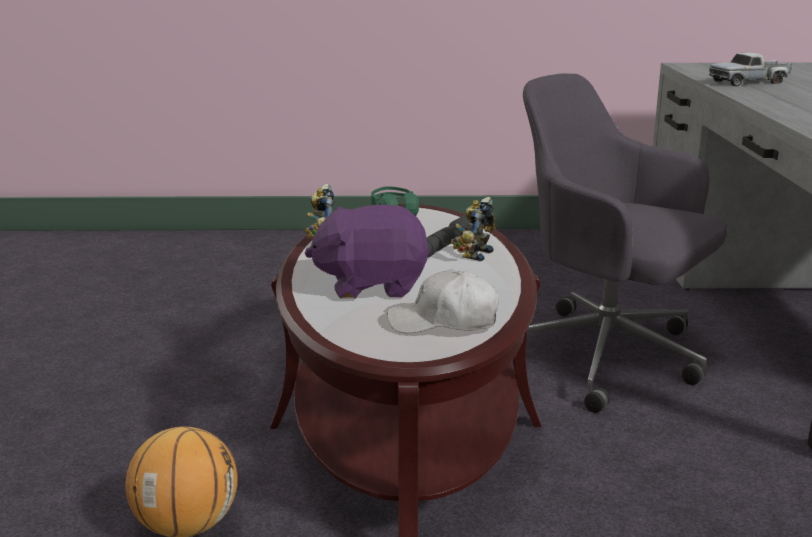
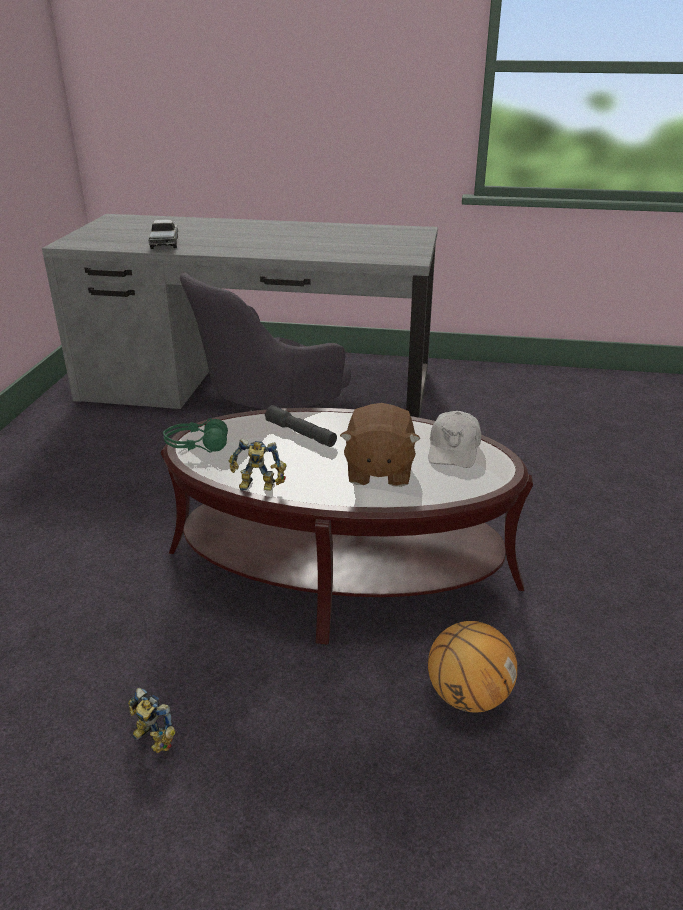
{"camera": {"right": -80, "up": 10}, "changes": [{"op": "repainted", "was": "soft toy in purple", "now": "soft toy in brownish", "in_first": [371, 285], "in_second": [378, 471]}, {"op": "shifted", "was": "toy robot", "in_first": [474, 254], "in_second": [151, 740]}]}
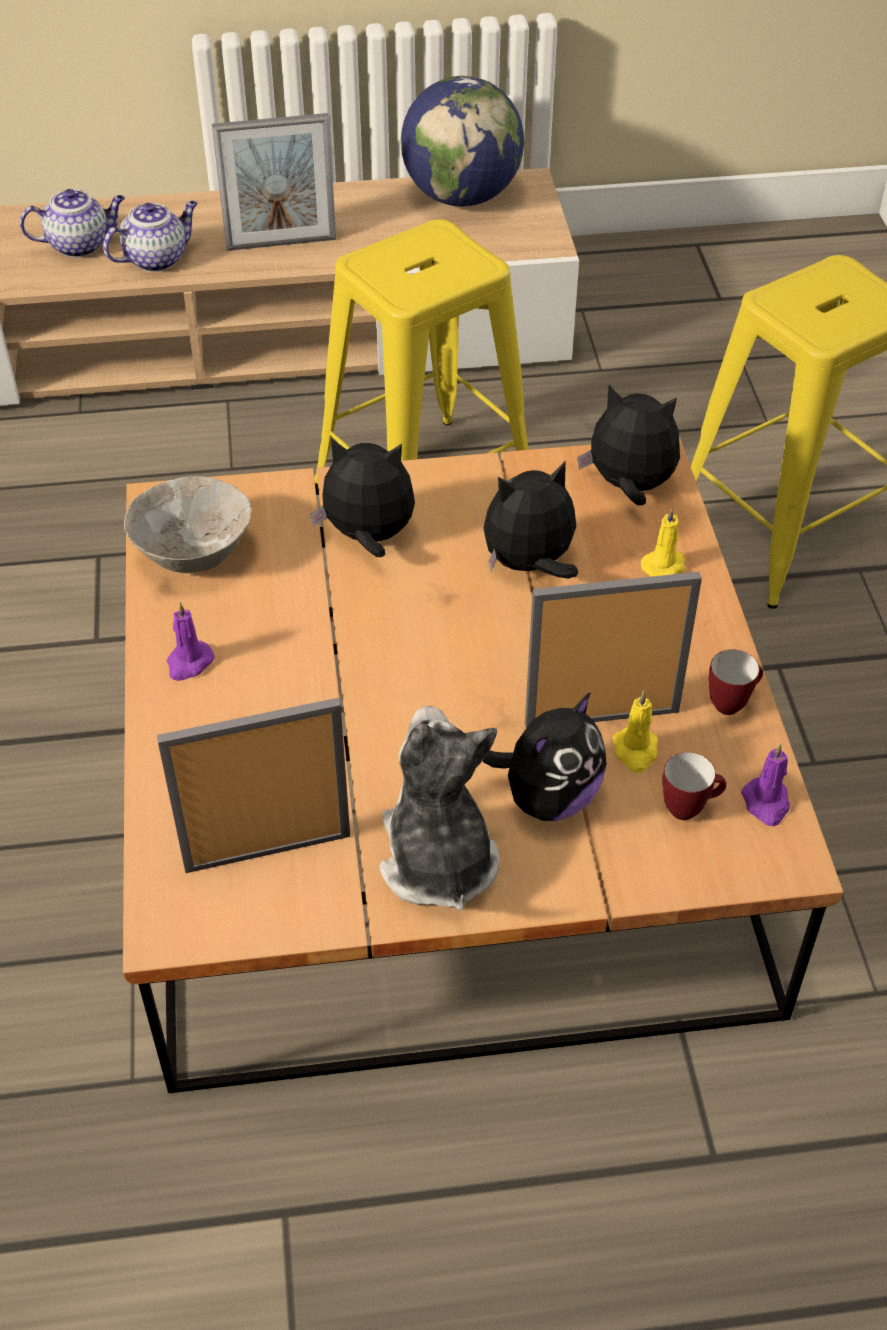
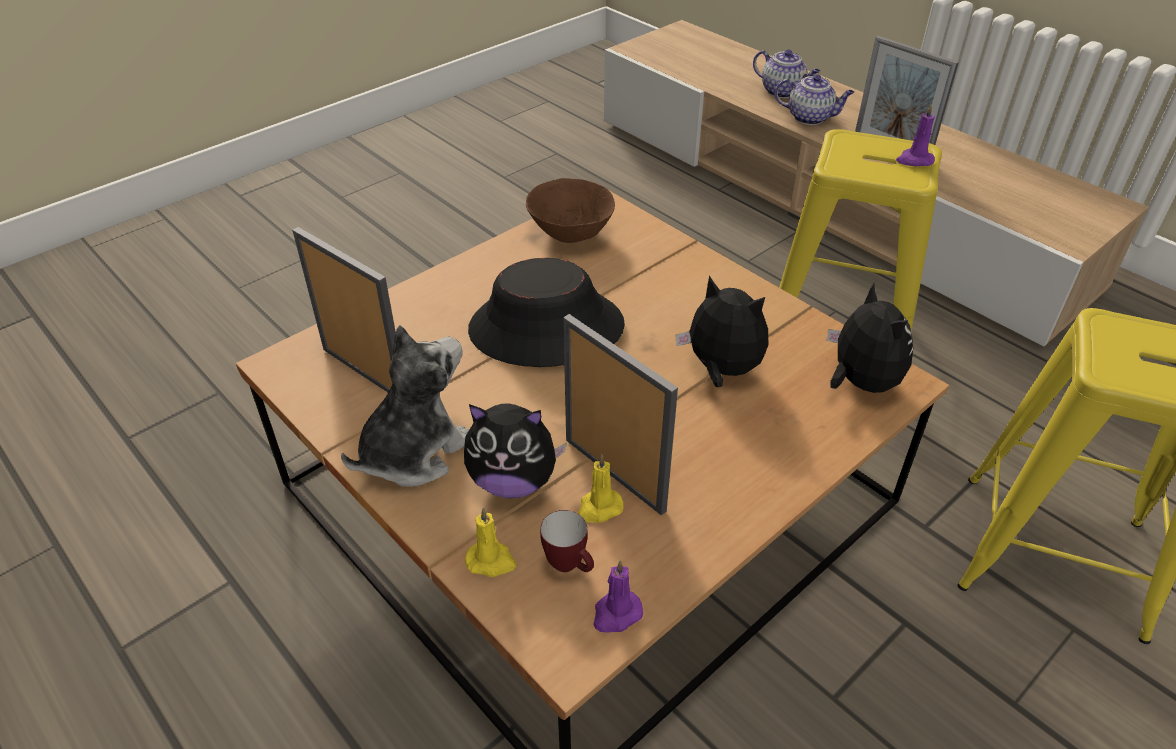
{"camera": {"right": 55, "up": -5}, "changes": [{"op": "repainted", "was": "serving bowl in gray", "now": "serving bowl in brownish", "in_first": [192, 555], "in_second": [570, 233]}, {"op": "shifted", "was": "wax light in purple", "in_first": [189, 663], "in_second": [914, 160]}, {"op": "gone", "was": "soft toy", "in_first": [368, 537]}, {"op": "gone", "was": "globe", "in_first": [461, 197]}, {"op": "shifted", "was": "wax light in yellowish", "in_first": [664, 566], "in_second": [491, 561]}, {"op": "gone", "was": "mug", "in_first": [732, 702]}, {"op": "new", "now": "hat in black-coloured", "in_second": [546, 329]}]}
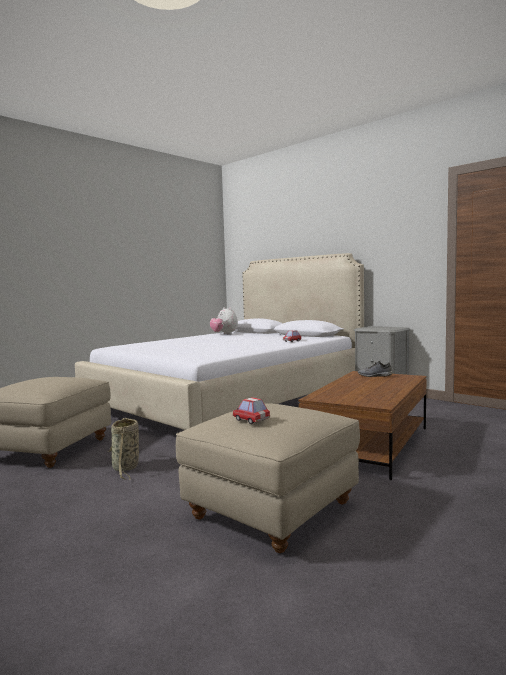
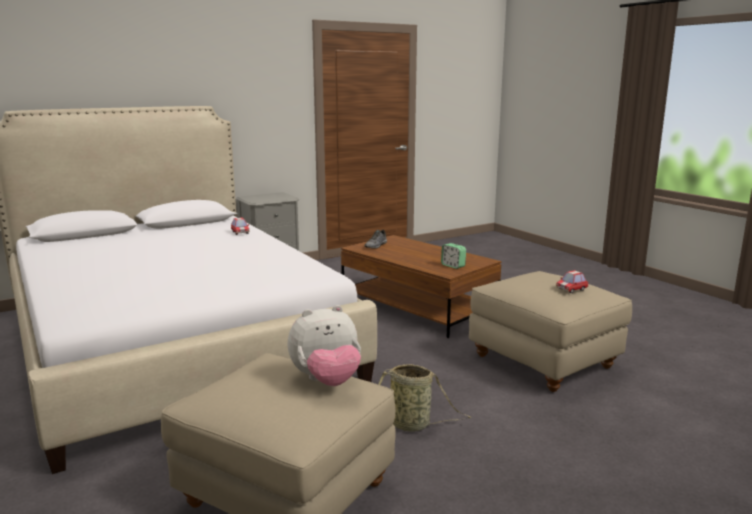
{"camera": {"right": -75, "up": 10}, "changes": [{"op": "shifted", "was": "soft toy", "in_first": [224, 334], "in_second": [326, 381]}, {"op": "new", "now": "alarm clock", "in_second": [453, 266]}]}
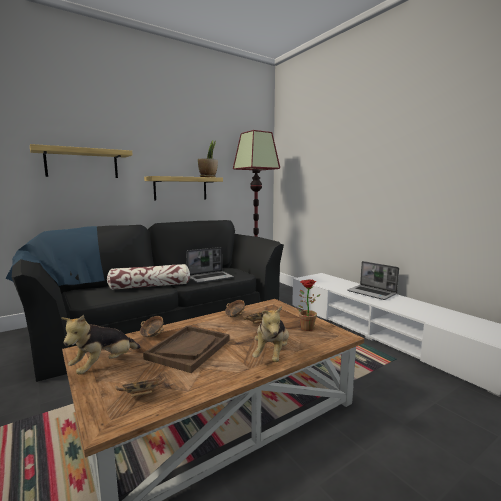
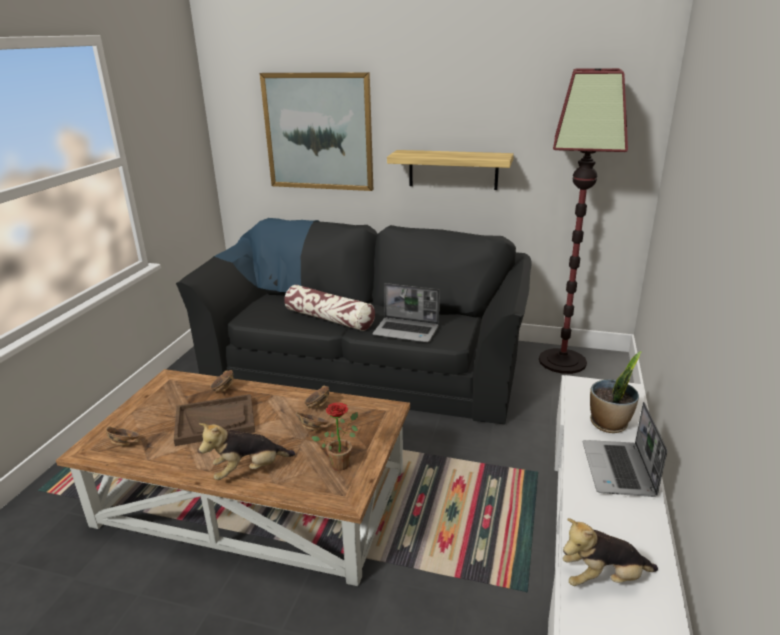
{"camera": {"right": 50, "up": 15}, "changes": [{"op": "swapped", "was": "shelf", "now": "picture", "in_first": [82, 163], "in_second": [318, 132]}, {"op": "shifted", "was": "soft toy", "in_first": [104, 365], "in_second": [603, 578]}, {"op": "shifted", "was": "plant in a pot", "in_first": [208, 177], "in_second": [609, 424]}]}
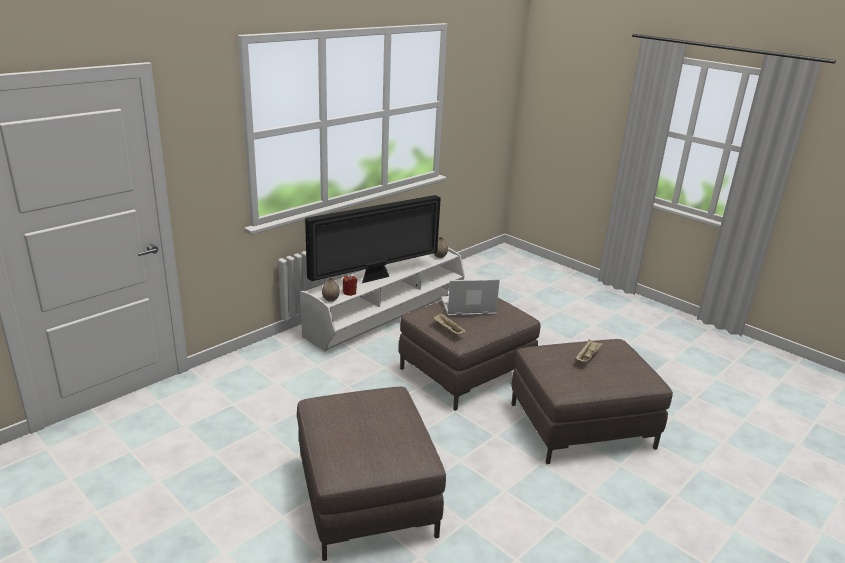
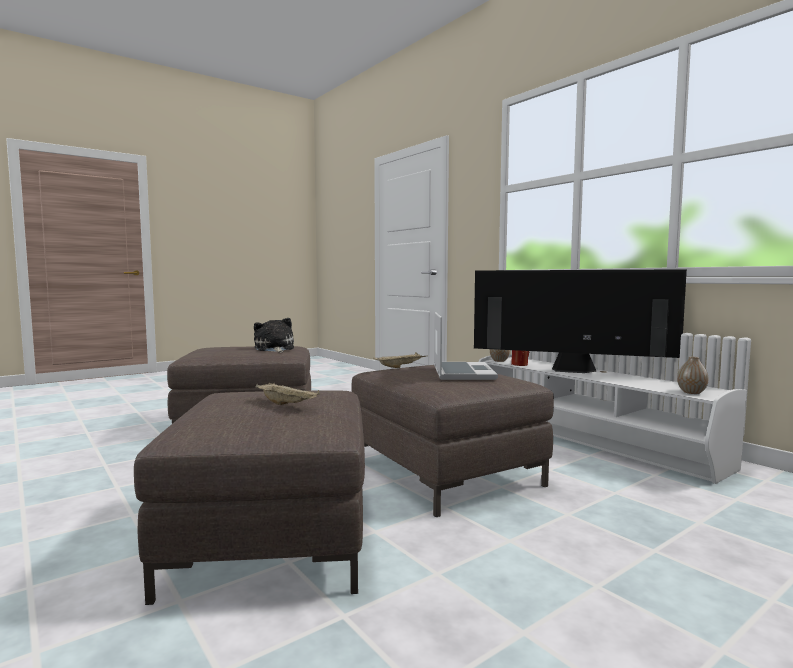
{"camera": {"right": 100, "up": -20}, "changes": [{"op": "rotated", "was": "TV", "in_first": [375, 277], "in_second": [570, 370], "clockwise": 135}, {"op": "new", "now": "soft toy", "in_second": [274, 349]}]}
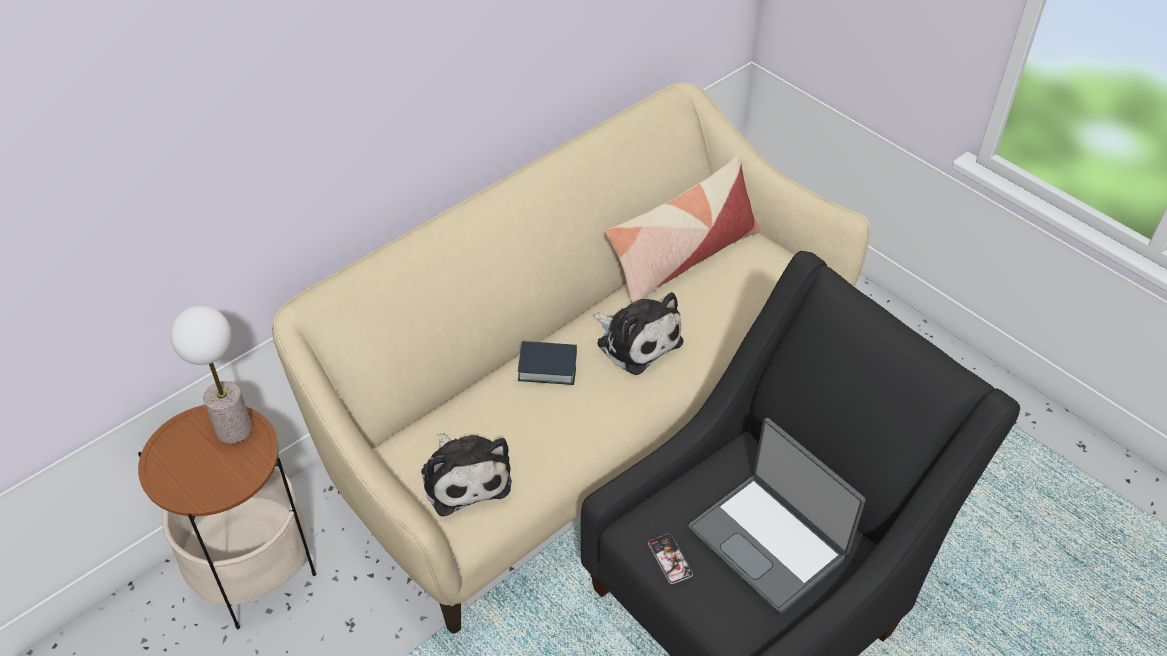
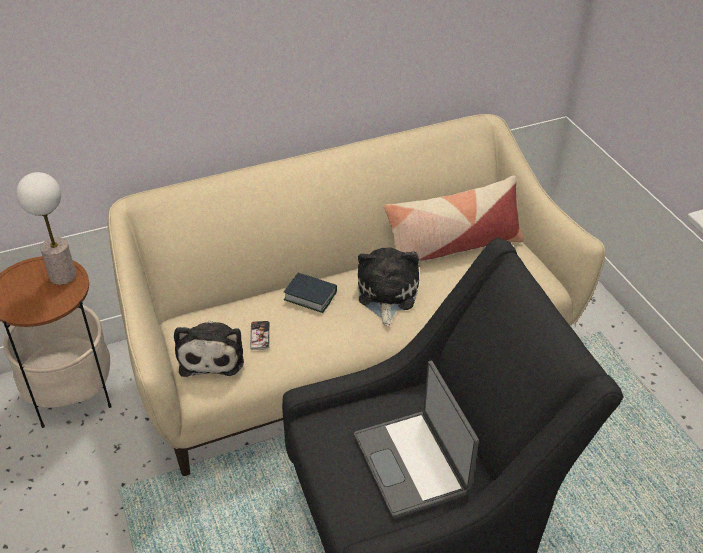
{"camera": {"right": 20, "up": -5}, "changes": [{"op": "rotated", "was": "soft toy", "in_first": [636, 340], "in_second": [386, 294], "clockwise": -150}, {"op": "shifted", "was": "phone", "in_first": [670, 559], "in_second": [260, 335]}]}
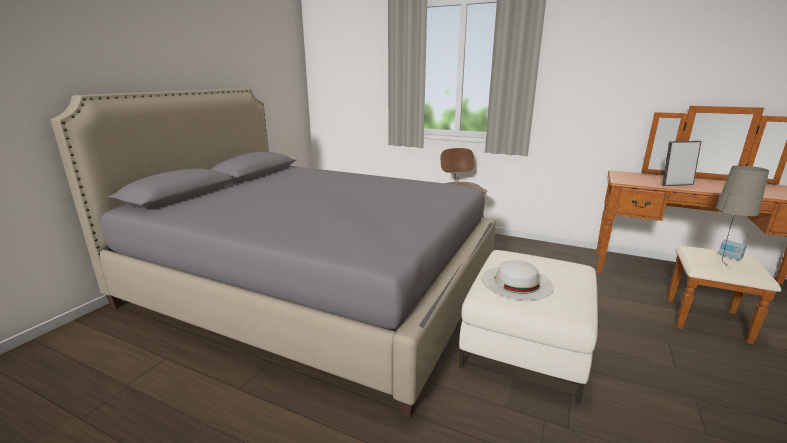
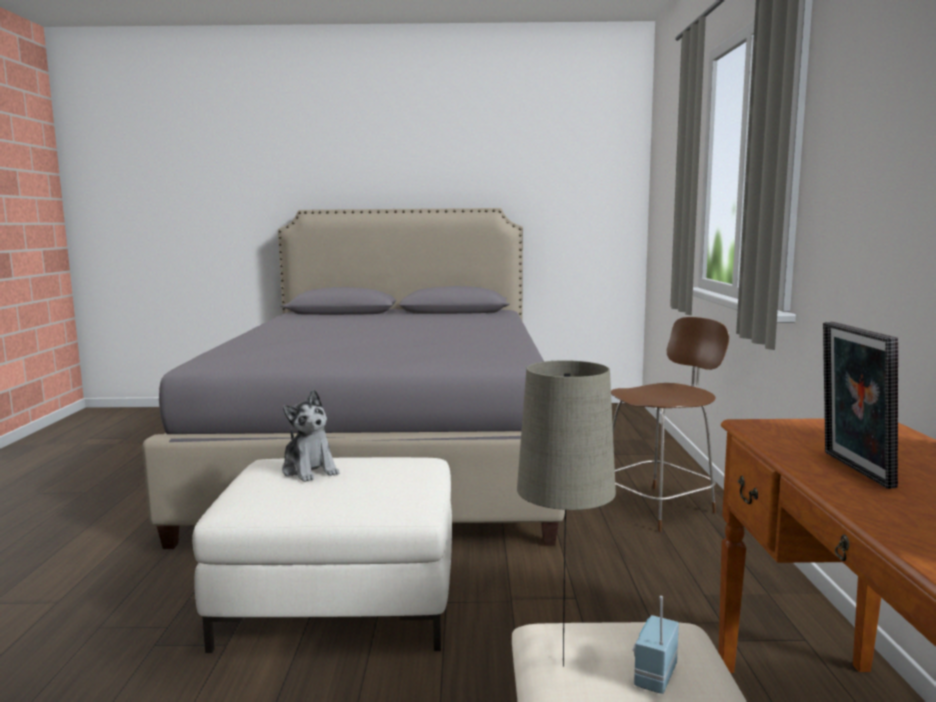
{"camera": {"right": 65, "up": -10}, "changes": [{"op": "swapped", "was": "hat in white-coloured", "now": "soft toy", "in_first": [516, 282], "in_second": [310, 470]}, {"op": "rotated", "was": "photo frame", "in_first": [676, 184], "in_second": [851, 469], "clockwise": -150}]}
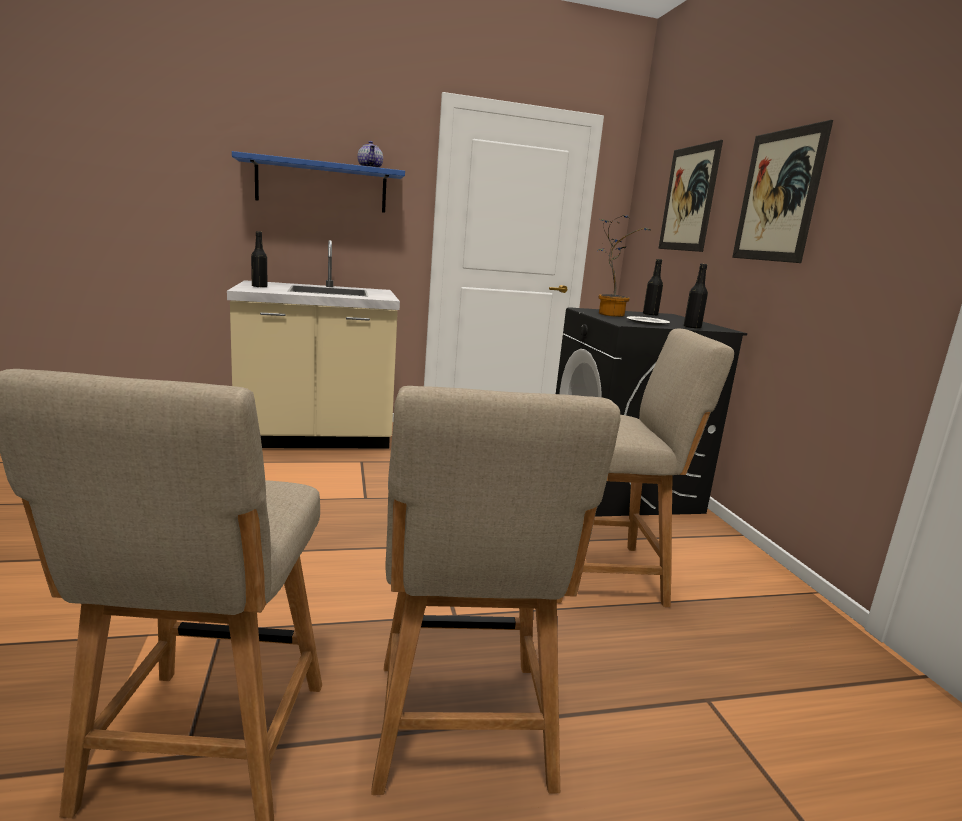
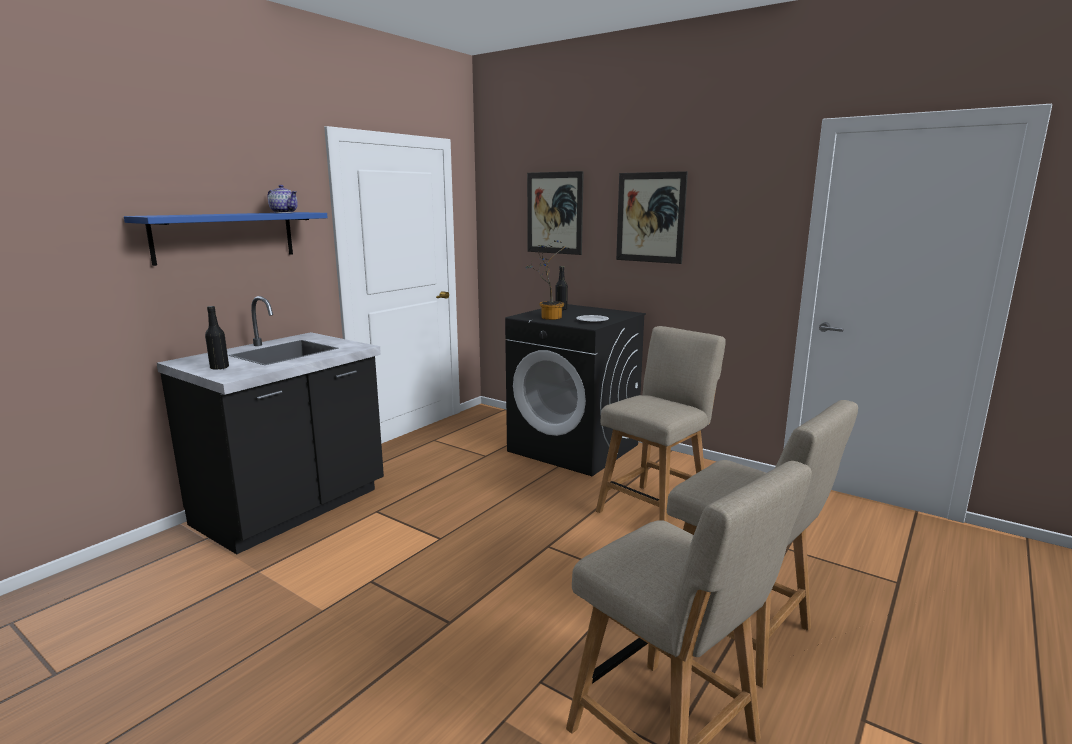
{"camera": {"right": -40, "up": 0}, "changes": [{"op": "repainted", "was": "counter in beige", "now": "counter in black-coloured", "in_first": [316, 437], "in_second": [292, 509]}, {"op": "gone", "was": "drink bottle in black-coloured", "in_first": [692, 327]}]}
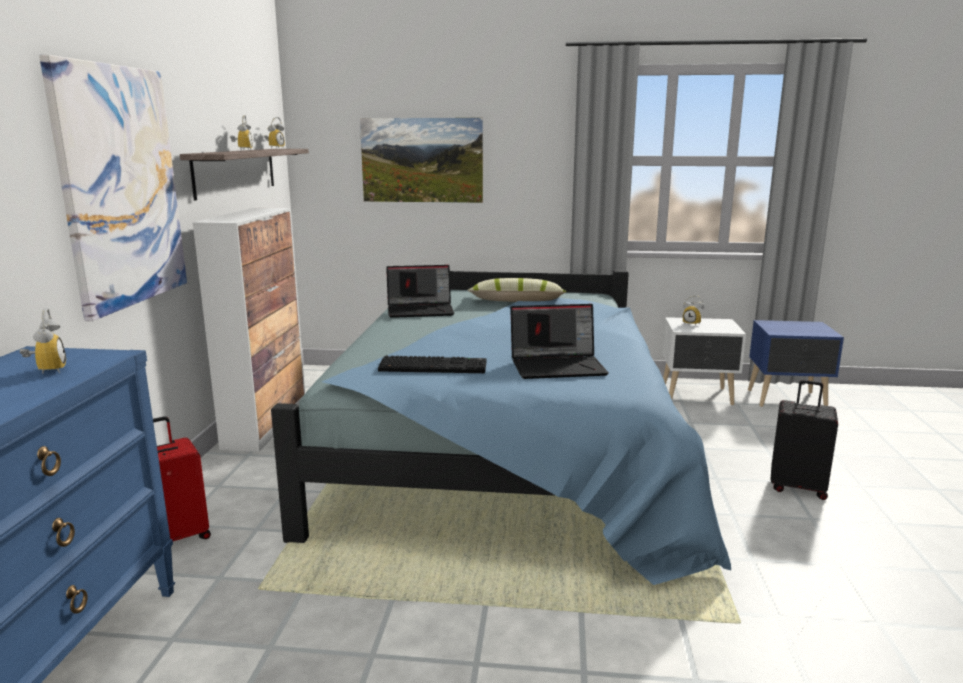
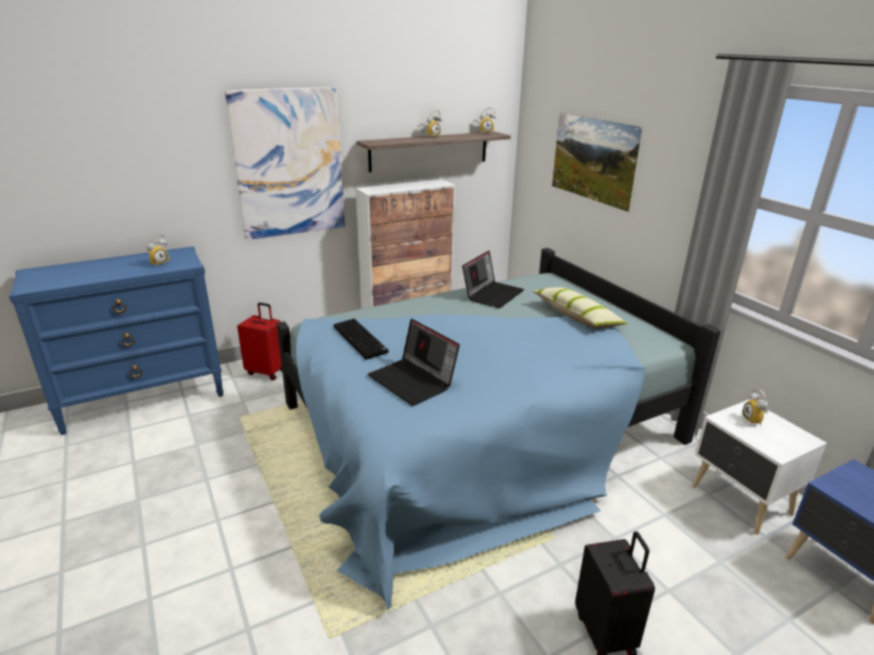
{"camera": {"right": 55, "up": 10}, "changes": [{"op": "rotated", "was": "laptop", "in_first": [421, 310], "in_second": [492, 294], "clockwise": -105}]}
